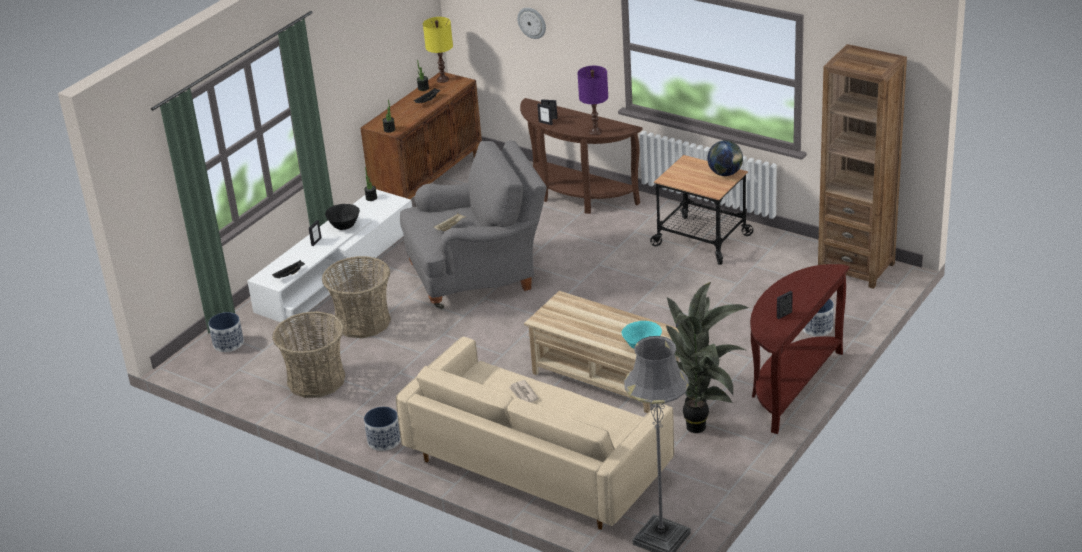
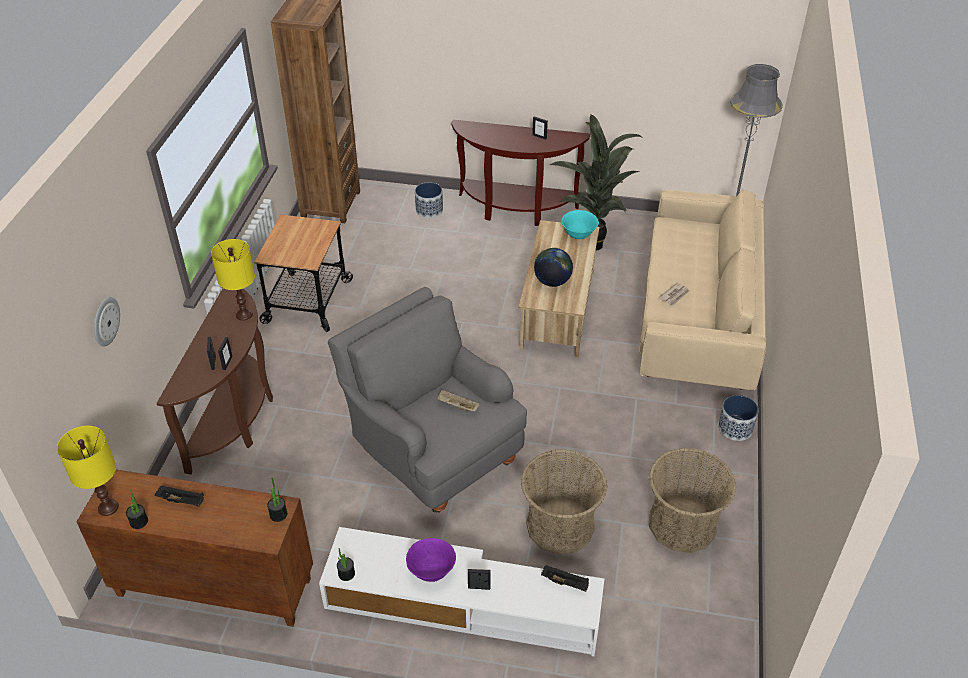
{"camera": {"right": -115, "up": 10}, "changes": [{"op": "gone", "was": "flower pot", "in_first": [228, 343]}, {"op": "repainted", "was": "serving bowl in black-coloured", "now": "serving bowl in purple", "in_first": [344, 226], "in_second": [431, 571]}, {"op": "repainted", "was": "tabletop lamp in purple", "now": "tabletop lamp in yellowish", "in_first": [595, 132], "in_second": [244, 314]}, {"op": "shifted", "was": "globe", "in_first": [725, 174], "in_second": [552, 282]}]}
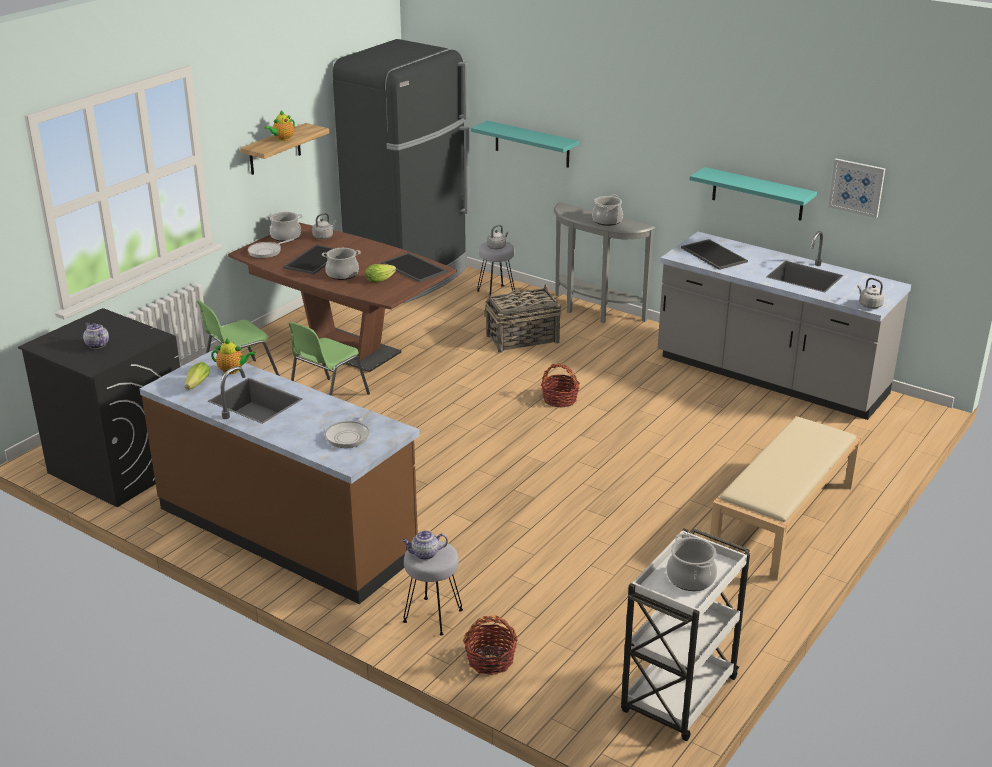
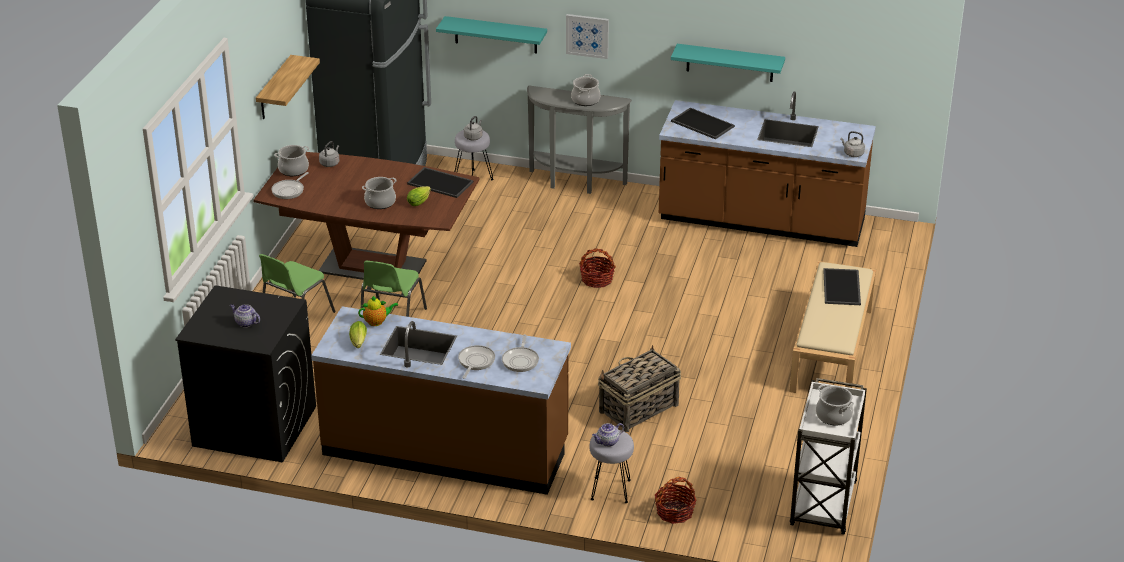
{"camera": {"right": -20, "up": 5}, "changes": [{"op": "gone", "was": "pot for tea", "in_first": [282, 139]}, {"op": "shifted", "was": "serving tray", "in_first": [315, 260], "in_second": [842, 287]}, {"op": "shifted", "was": "storage basket", "in_first": [521, 339], "in_second": [638, 408]}, {"op": "repainted", "was": "counter in gray", "now": "counter in brownish", "in_first": [770, 377], "in_second": [761, 222]}, {"op": "shifted", "was": "picture", "in_first": [857, 187], "in_second": [587, 35]}, {"op": "new", "now": "pan", "in_second": [475, 362]}]}
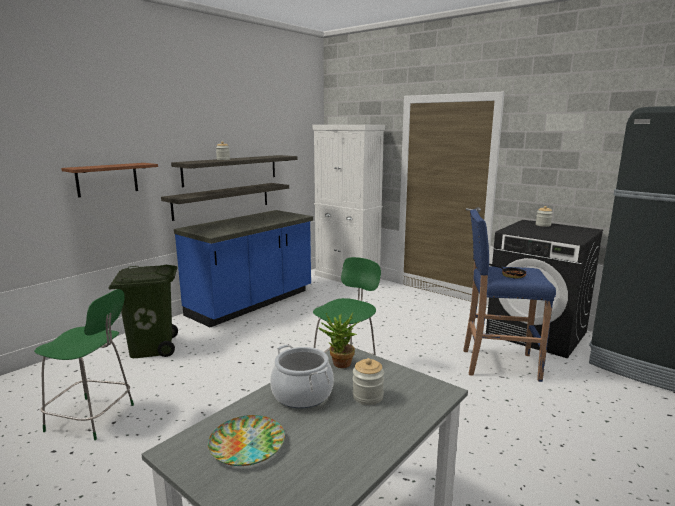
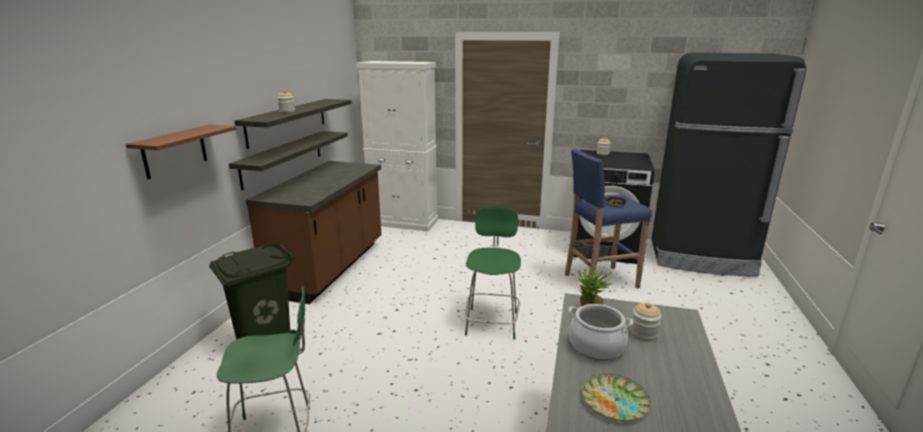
{"camera": {"right": -25, "up": 5}, "changes": [{"op": "repainted", "was": "counter in bluish", "now": "counter in brownish", "in_first": [252, 303], "in_second": [330, 268]}]}
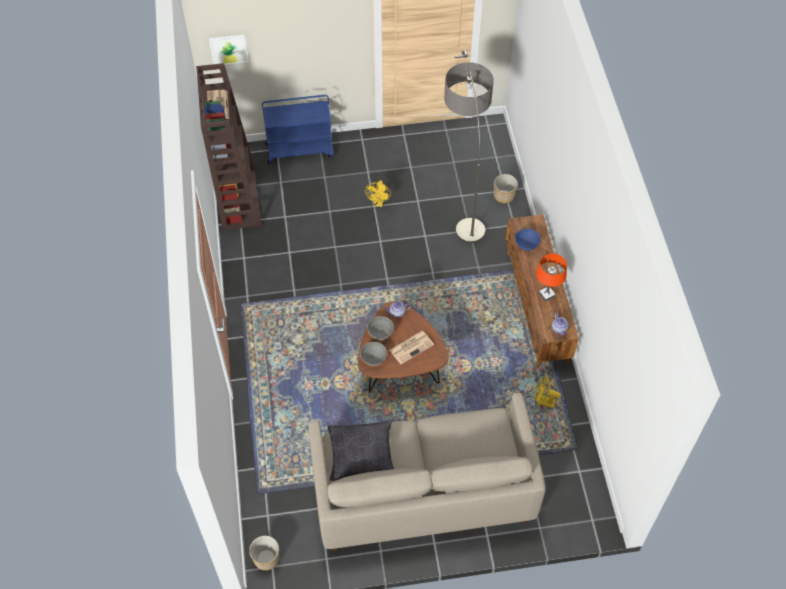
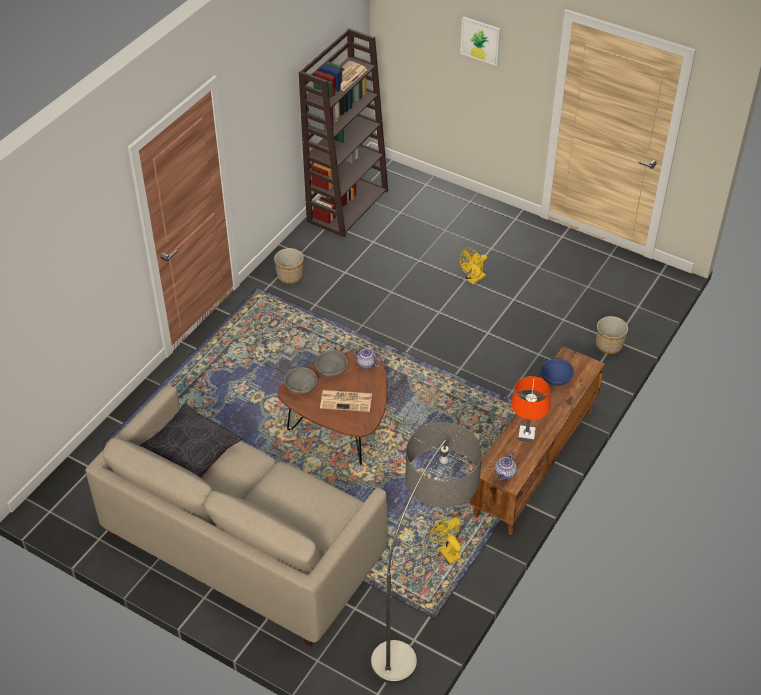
{"camera": {"right": 40, "up": -10}, "changes": [{"op": "shifted", "was": "picture", "in_first": [228, 49], "in_second": [480, 40]}, {"op": "shifted", "was": "flower pot", "in_first": [266, 558], "in_second": [290, 276]}, {"op": "gone", "was": "cart in bluish", "in_first": [300, 149]}, {"op": "shifted", "was": "floor lamp", "in_first": [463, 203], "in_second": [422, 621]}]}
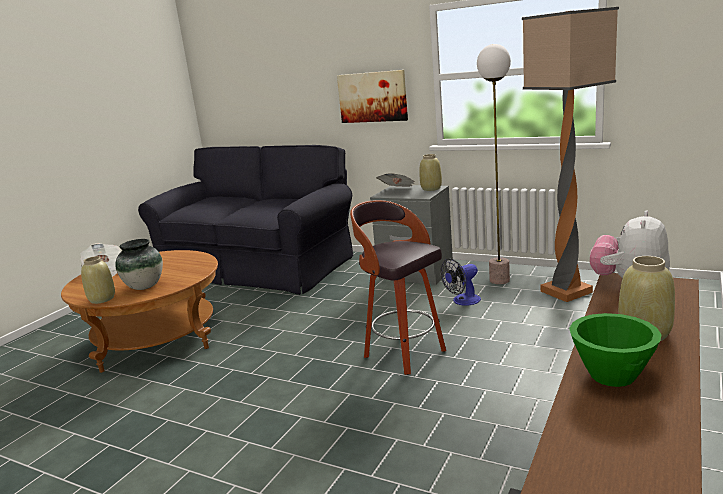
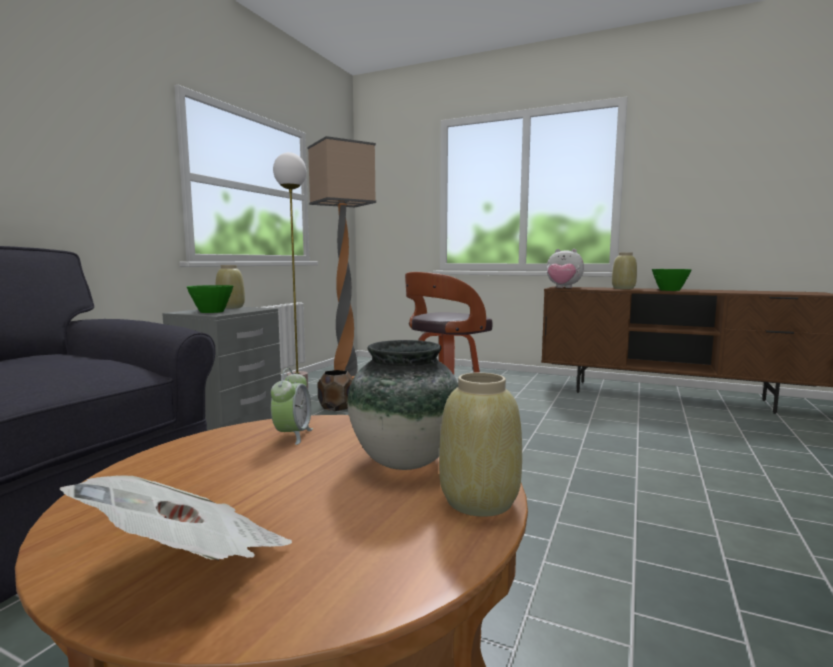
{"camera": {"right": -95, "up": -10}, "changes": [{"op": "gone", "was": "picture", "in_first": [372, 97]}, {"op": "swapped", "was": "daily paper", "now": "serving bowl in greenish", "in_first": [398, 191], "in_second": [211, 311]}, {"op": "swapped", "was": "cooling fan", "now": "flower pot in brownish", "in_first": [462, 301], "in_second": [336, 407]}, {"op": "new", "now": "alarm clock", "in_second": [293, 435]}]}
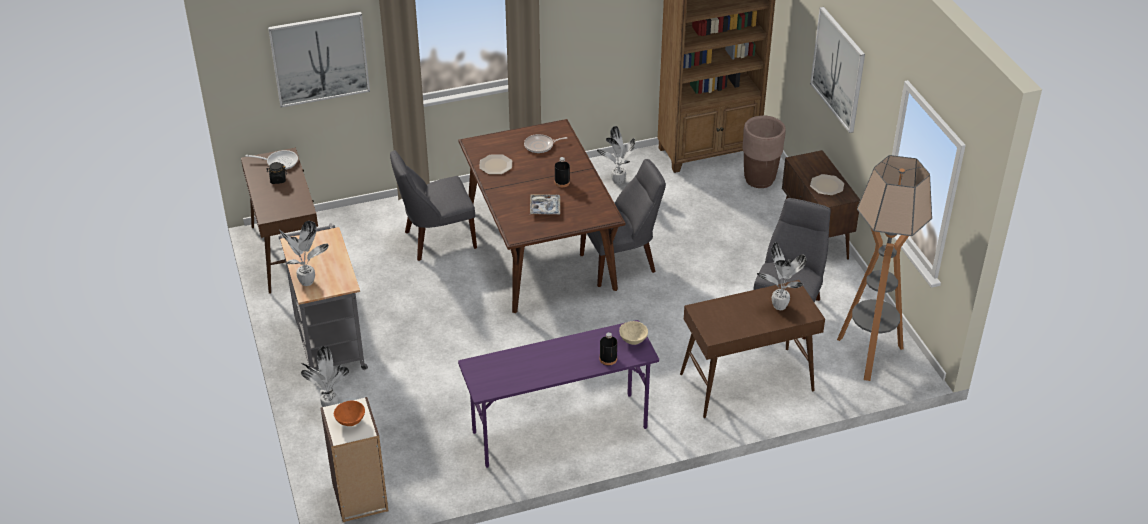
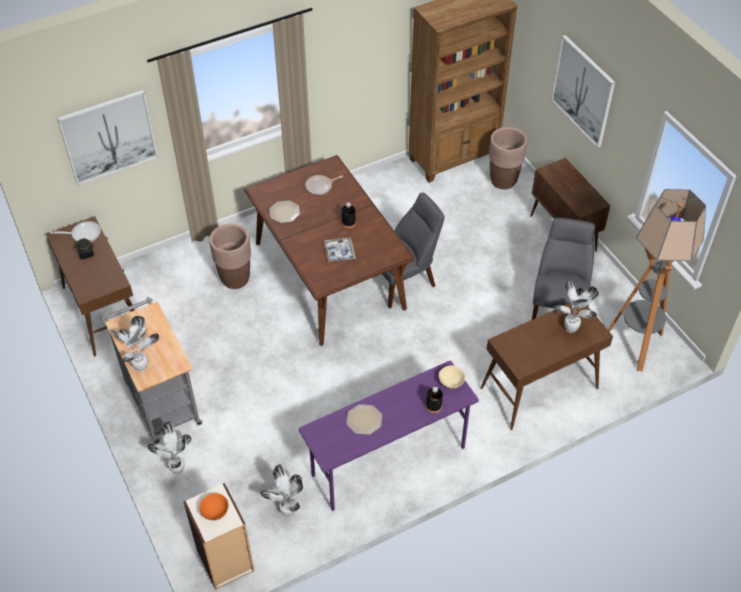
{"camera": {"right": -10, "up": 10}, "changes": [{"op": "swapped", "was": "upright chair in gray", "now": "flower pot in brownish", "in_first": [436, 240], "in_second": [235, 279]}, {"op": "shifted", "was": "plant in a pot", "in_first": [617, 182], "in_second": [287, 513]}, {"op": "shifted", "was": "dinner plate", "in_first": [827, 185], "in_second": [364, 420]}]}
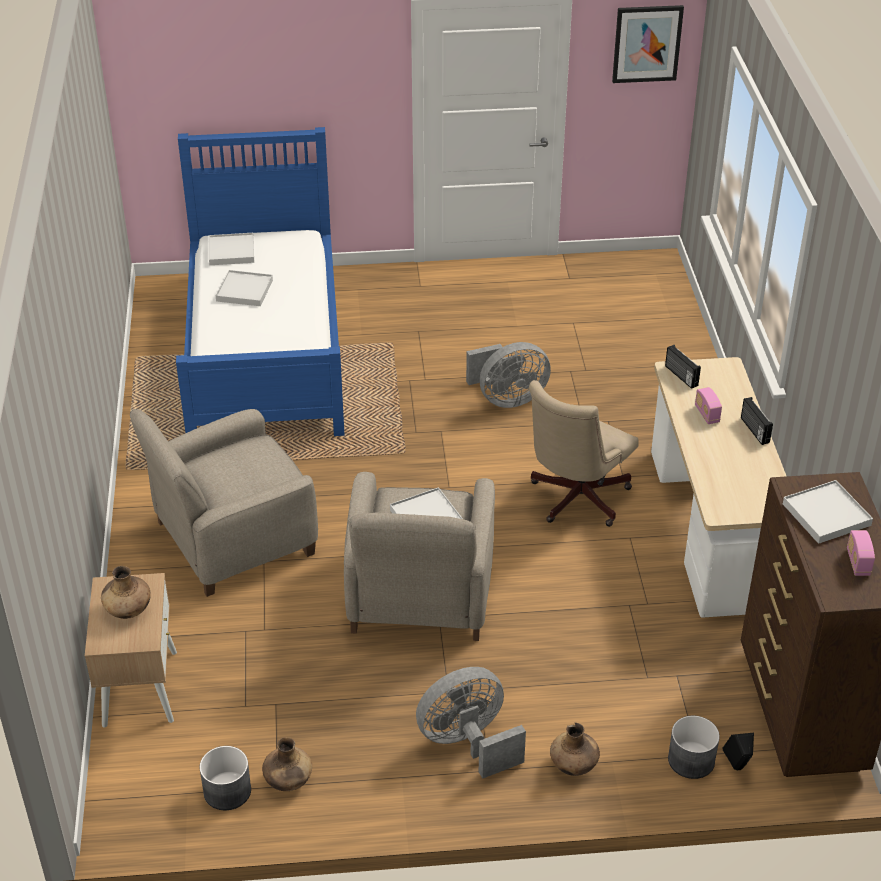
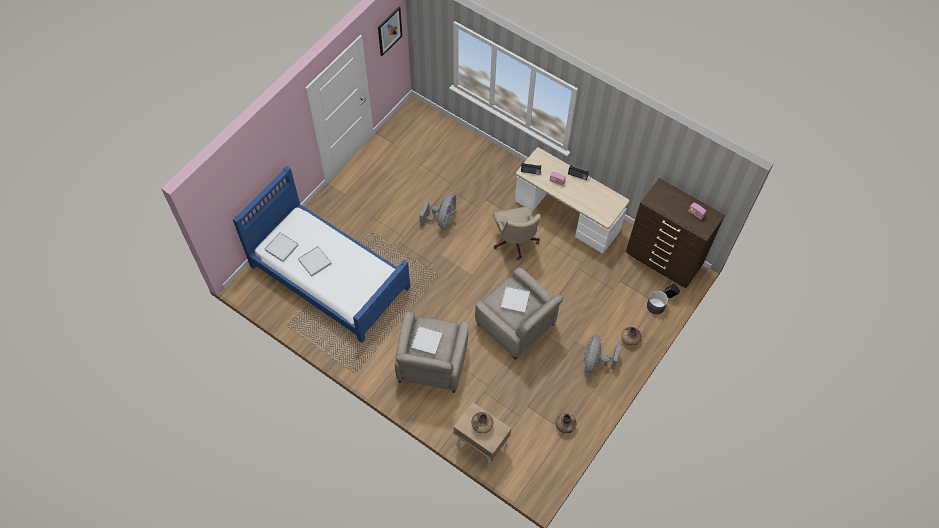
{"camera": {"right": -50, "up": 20}, "changes": [{"op": "gone", "was": "flower pot in gray", "in_first": [227, 791]}, {"op": "shifted", "was": "serving tray in white-coloured", "in_first": [826, 515], "in_second": [427, 341]}]}
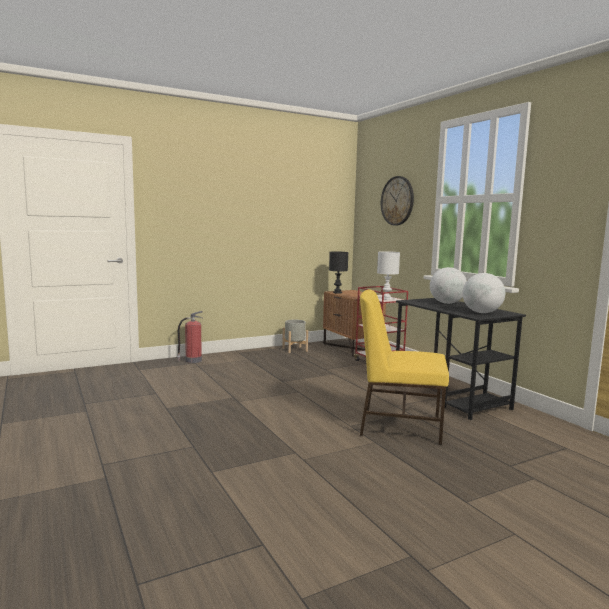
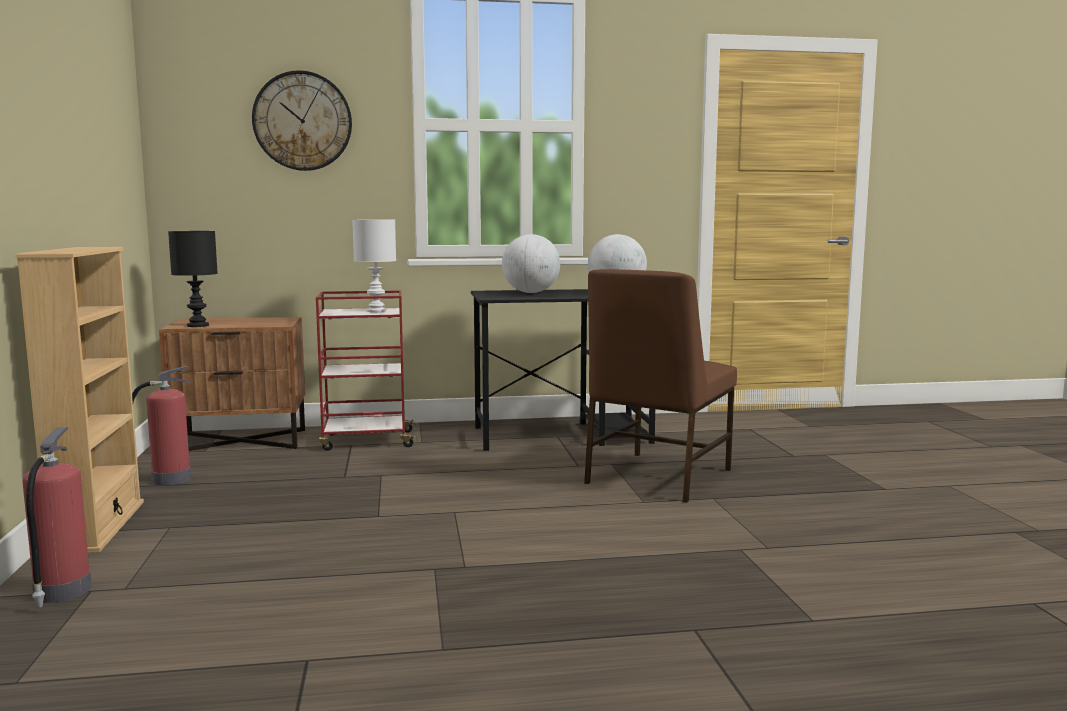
{"camera": {"right": -70, "up": 0}, "changes": [{"op": "swapped", "was": "flower pot in gray", "now": "fire-fighting cylinder", "in_first": [294, 349], "in_second": [169, 479]}, {"op": "repainted", "was": "upright chair in yellowish", "now": "upright chair in brownish", "in_first": [398, 425], "in_second": [656, 477]}, {"op": "new", "now": "shelving unit in beige", "in_second": [98, 527]}]}
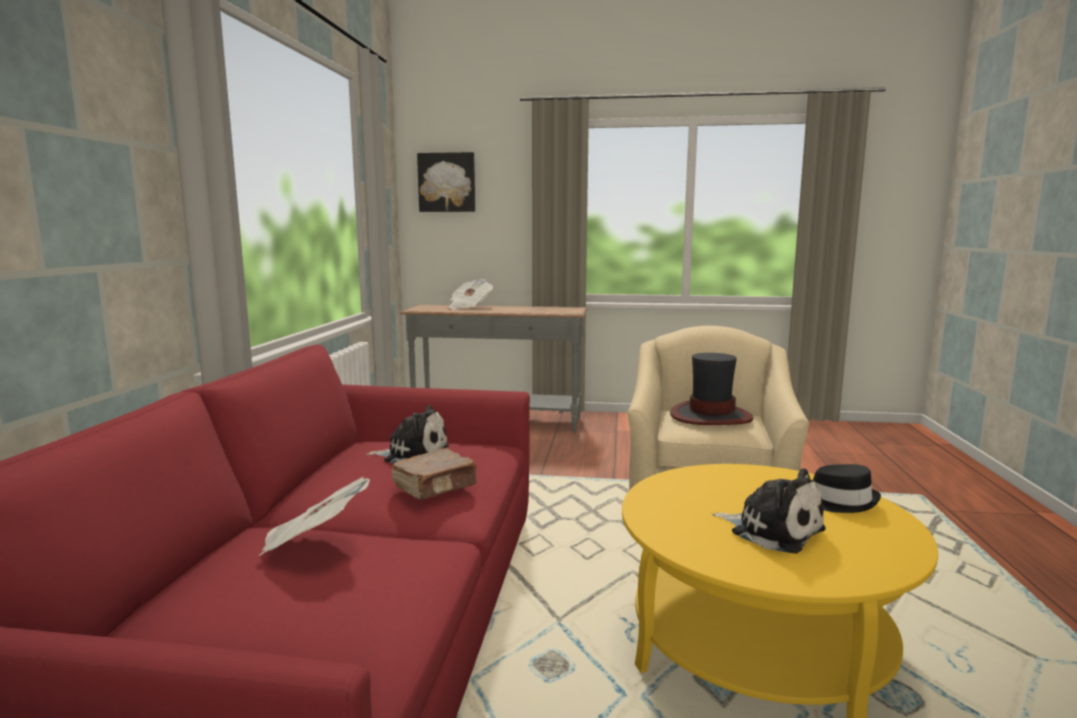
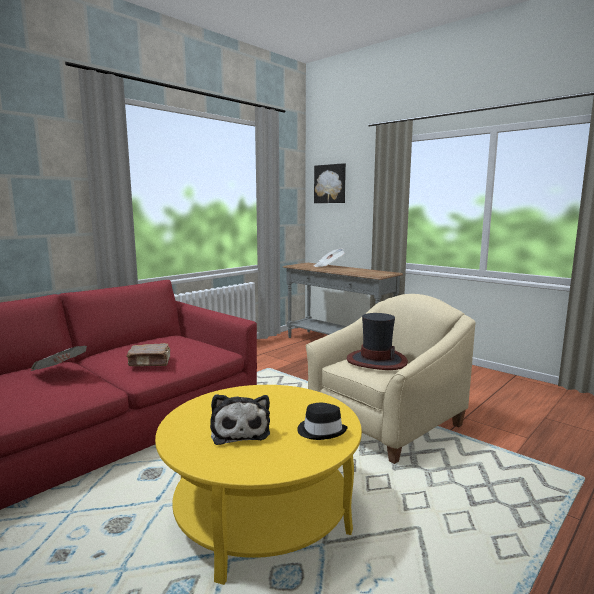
{"camera": {"right": 35, "up": 0}, "changes": [{"op": "gone", "was": "soft toy", "in_first": [413, 454]}]}
